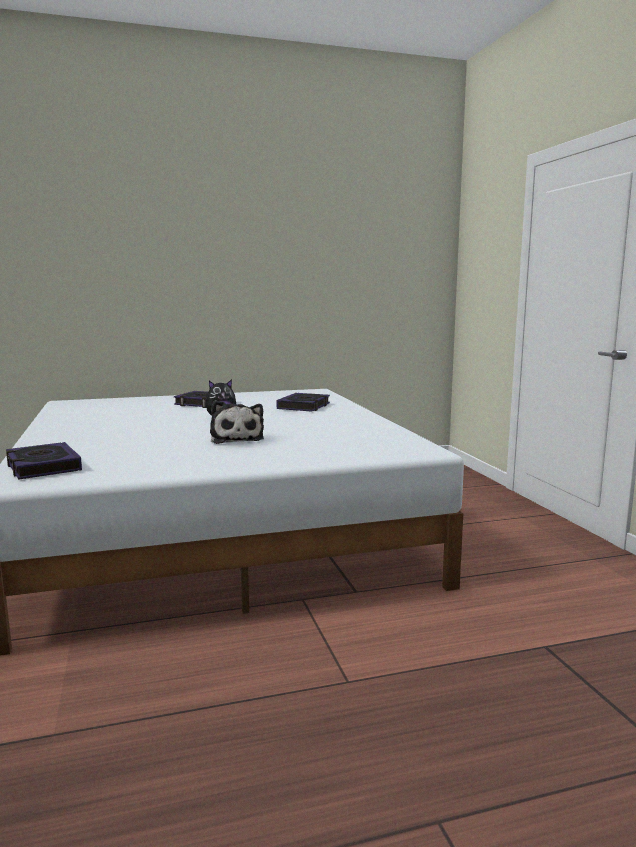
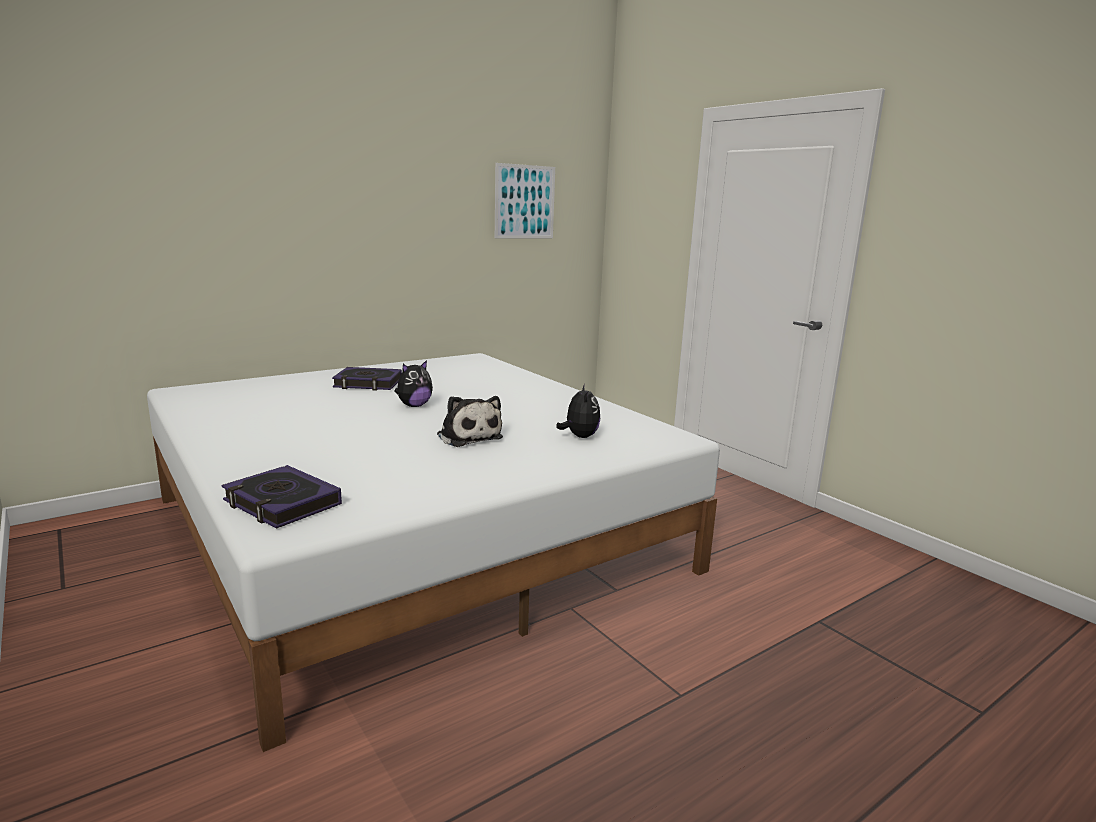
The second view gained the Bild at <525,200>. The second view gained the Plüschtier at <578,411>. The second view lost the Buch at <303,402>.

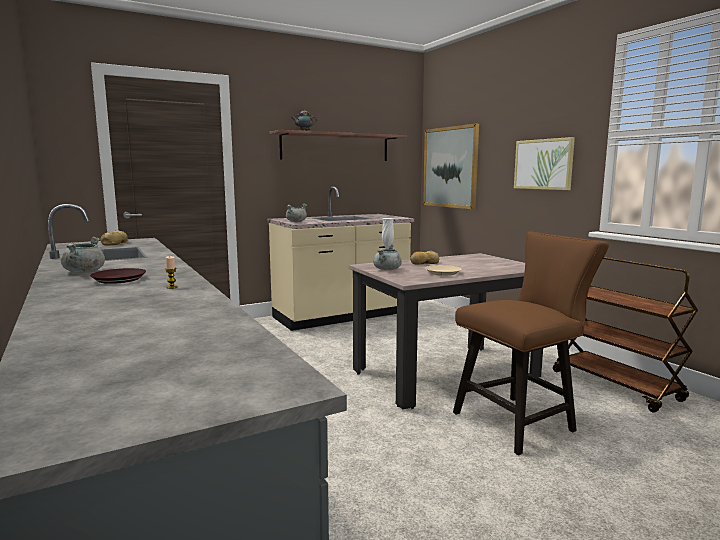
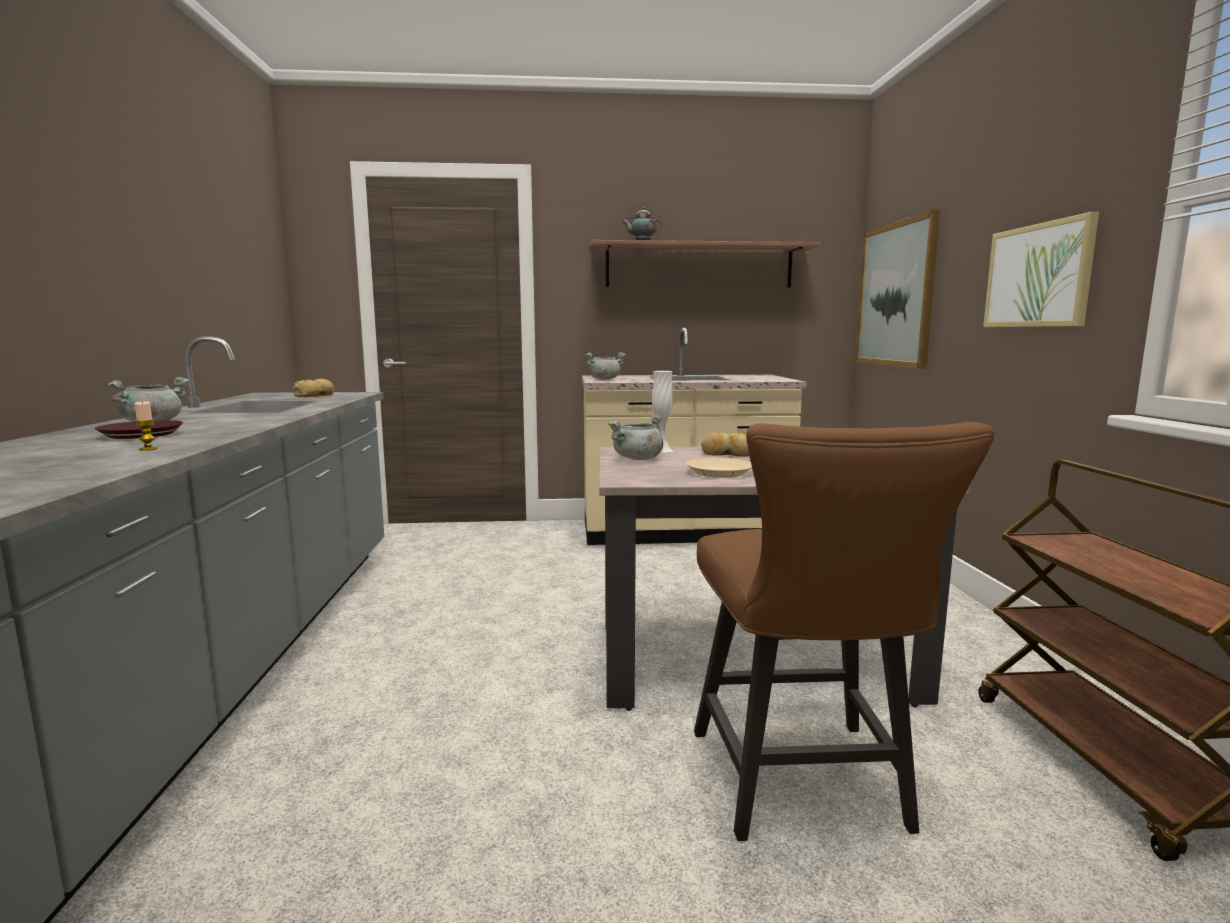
The Stuhl [braun] at <531,343> ended up facing another way, 90 degrees clockwise from before.

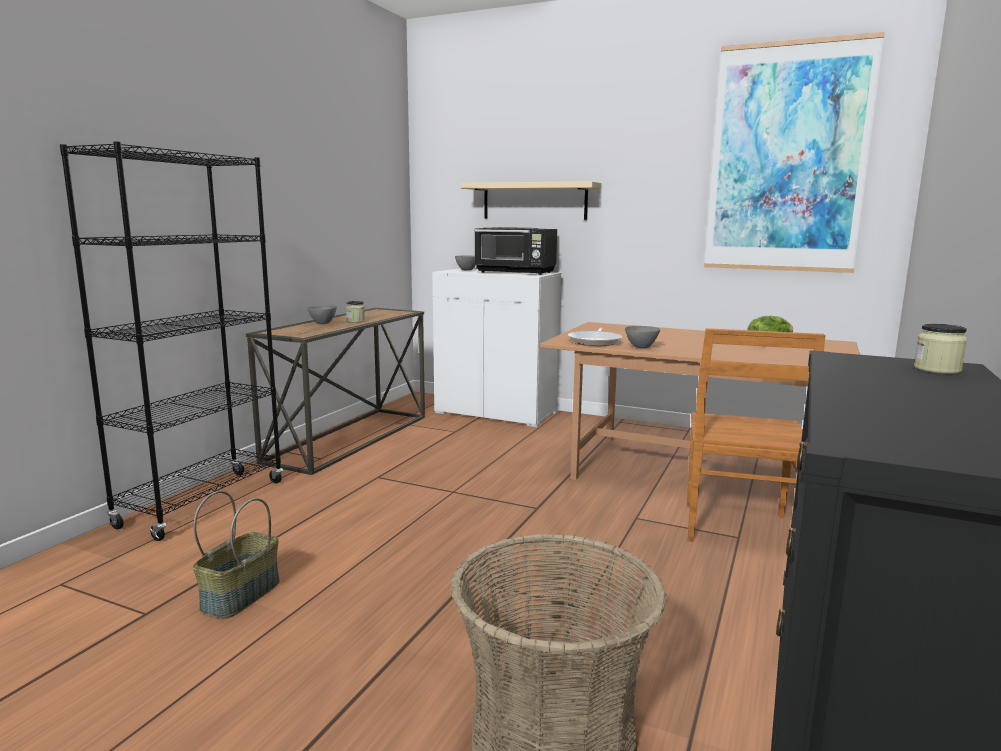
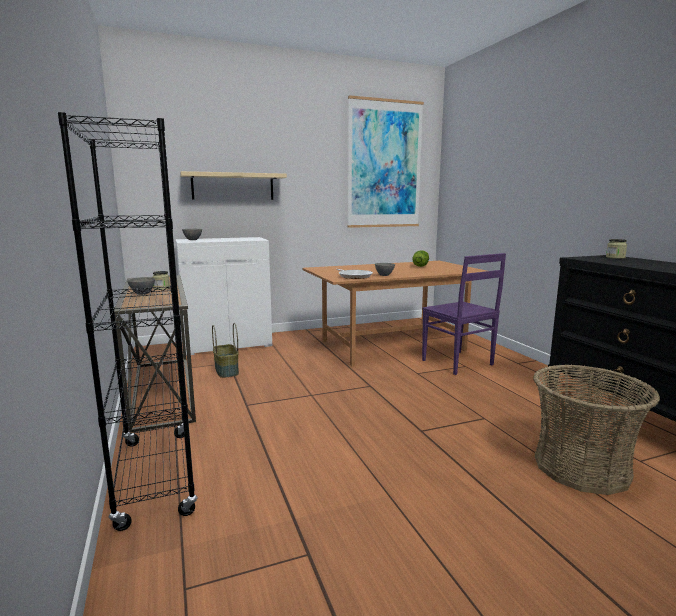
The Korb ended up elsewhere, having gone from <236,554> to <225,350>. What was the Stuhl [braun] at <756,435> turned into the Stuhl [lila] at <464,314>. The second view lost the Mikrowelle [schwarz] at <515,251>.

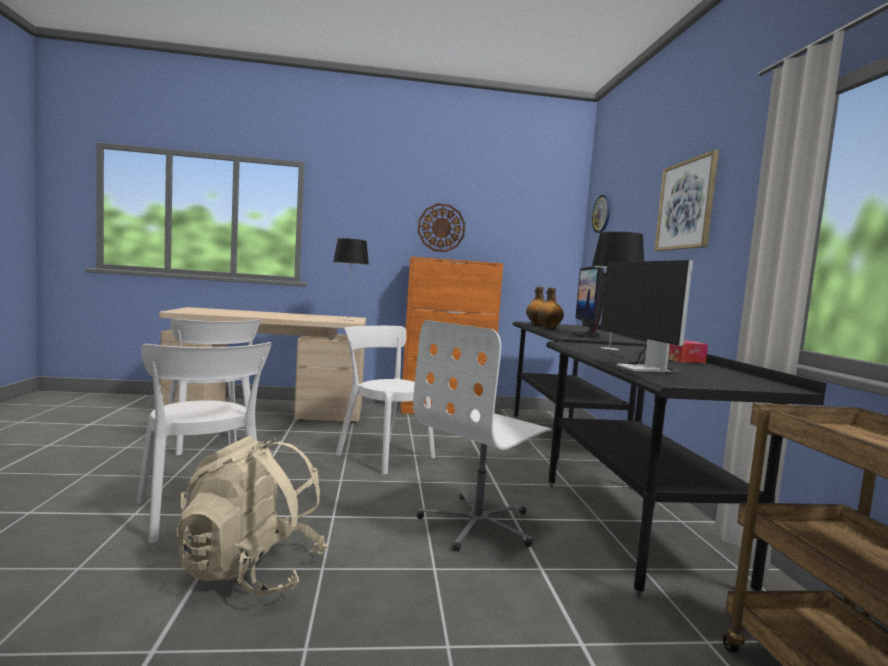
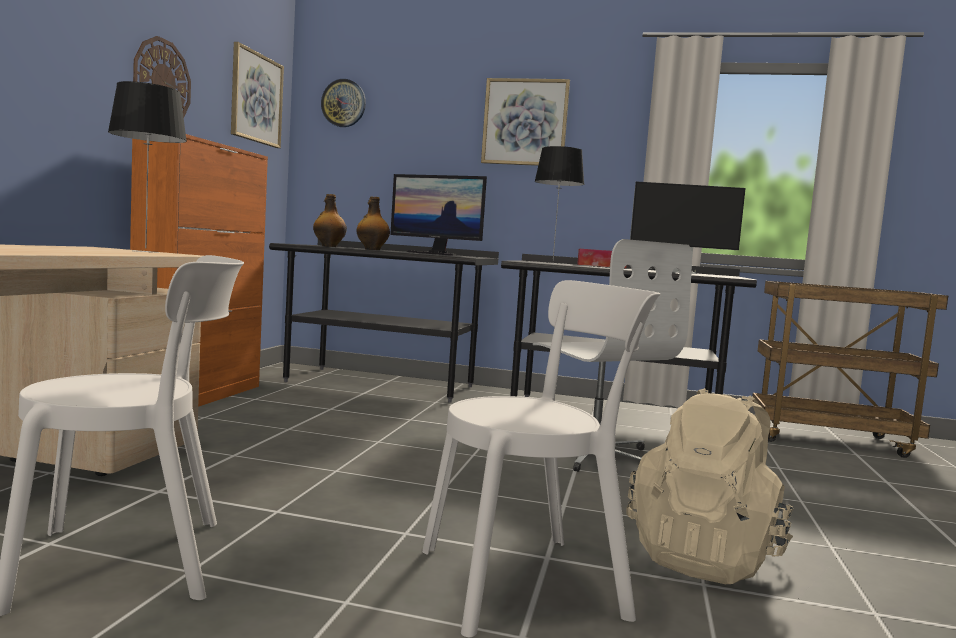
The second view gained the Bild at <257,95>. The second view lost the Stuhl [weiß] at <385,400>.

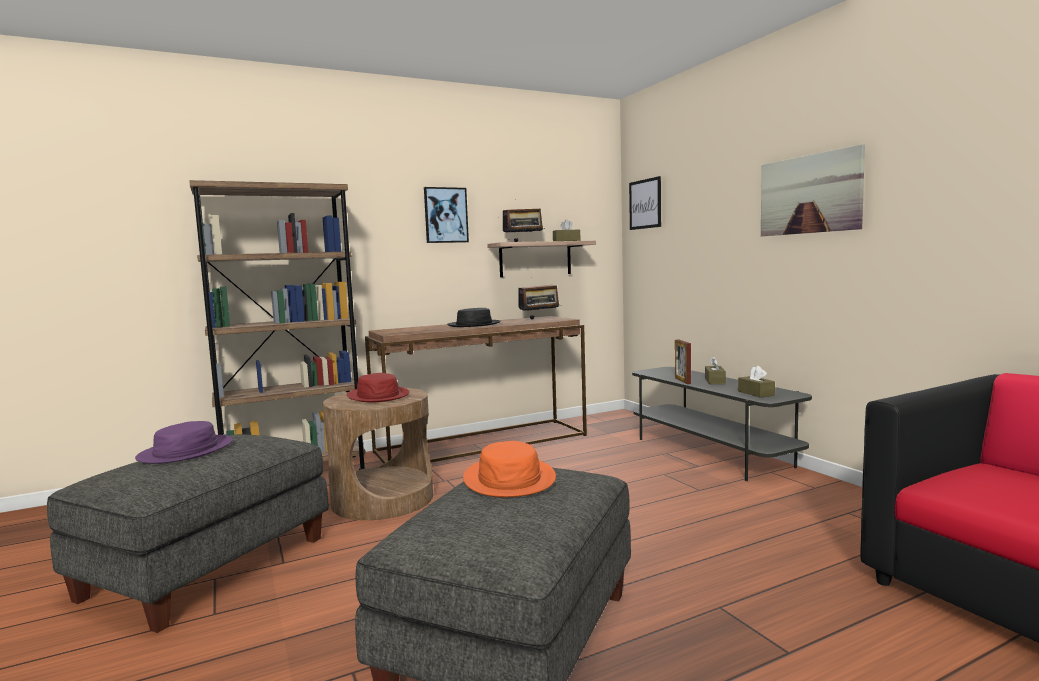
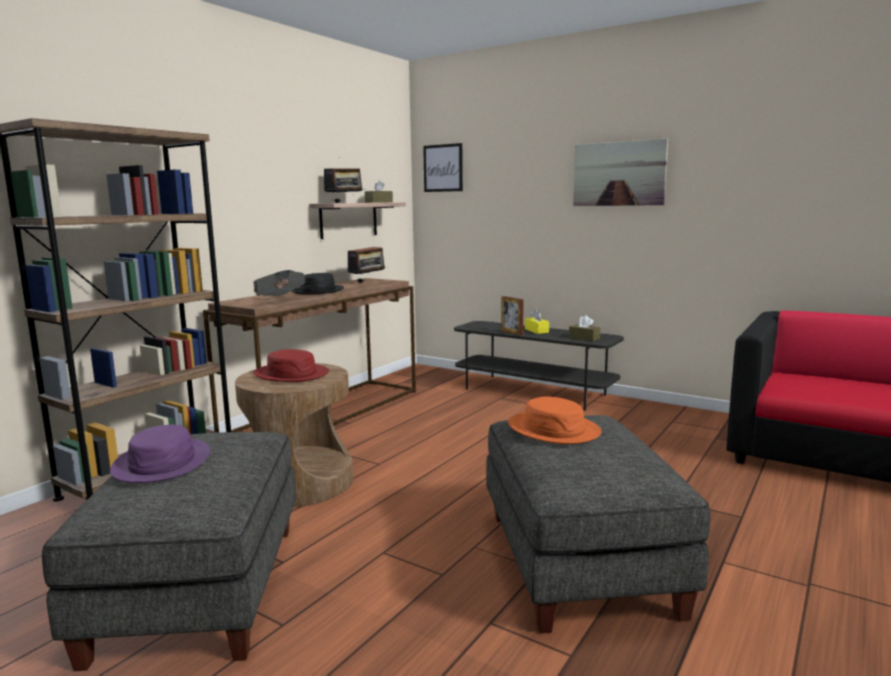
The second view gained the Zeitung at <279,283>. What was the Taschentuchbox [braun] at <715,370> turned into the Taschentuchbox [gelb] at <537,321>. The second view lost the Bild at <446,215>.

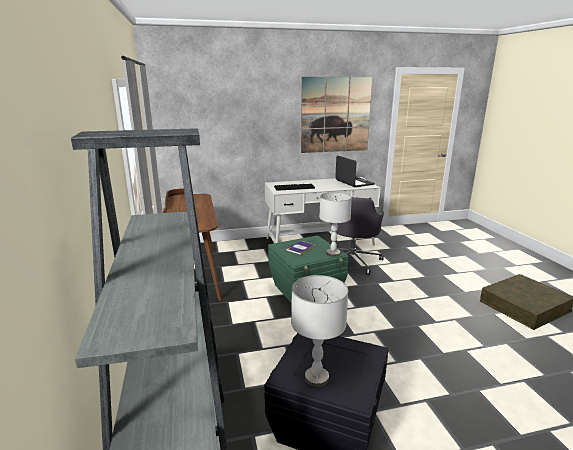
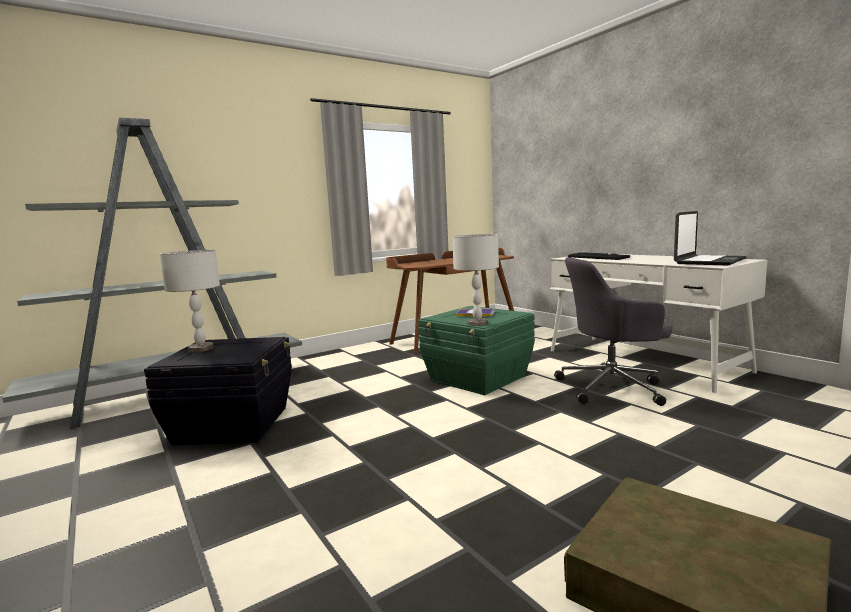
The second view lost the Bild at <337,115>.

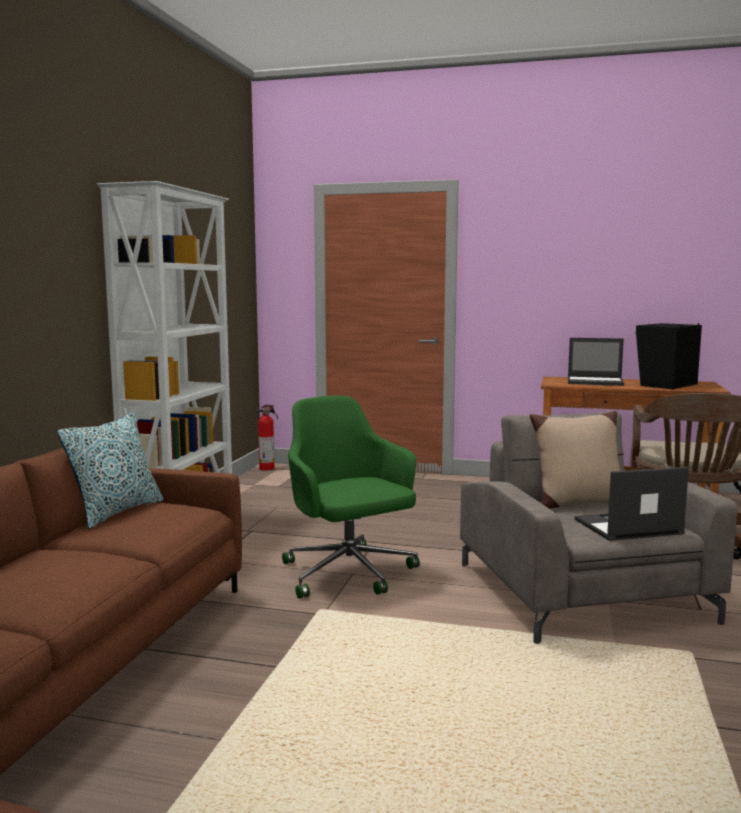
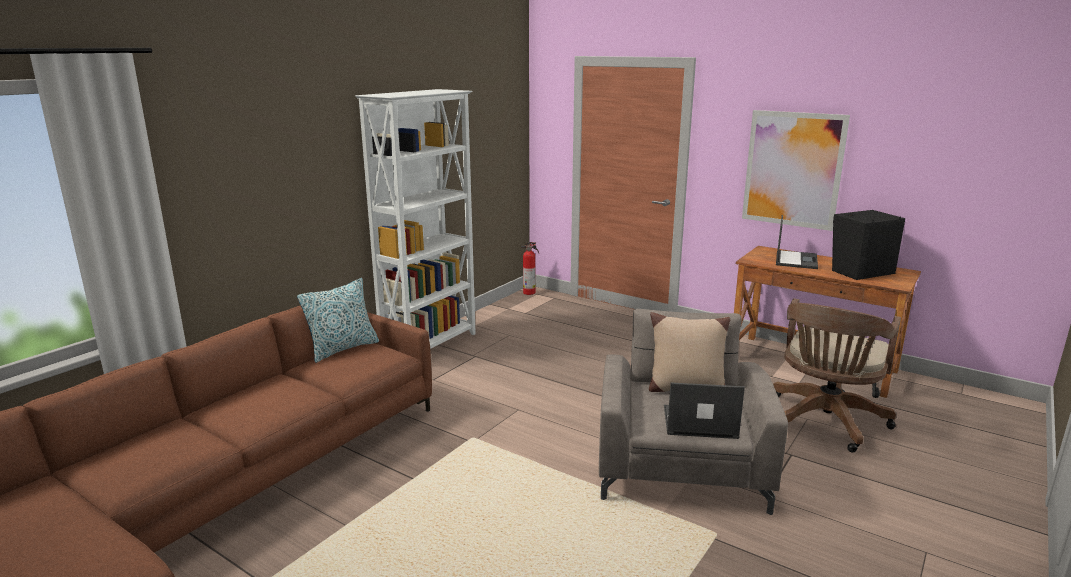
The second view gained the Bild at <796,170>. The Laptop at <596,362> ended up facing another way, 105 degrees counterclockwise from before. The second view lost the Bürostuhl [grün] at <351,497>.

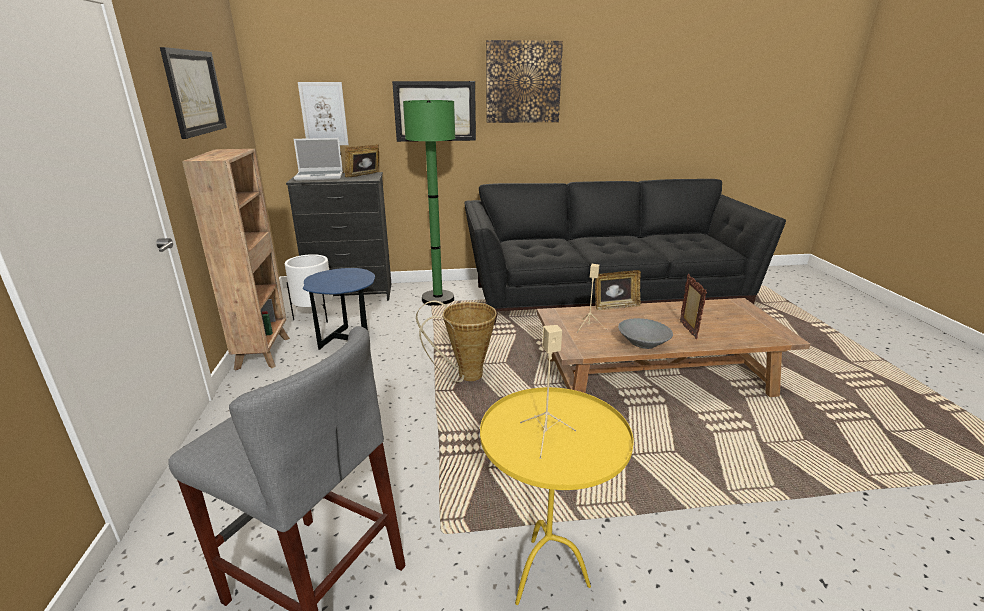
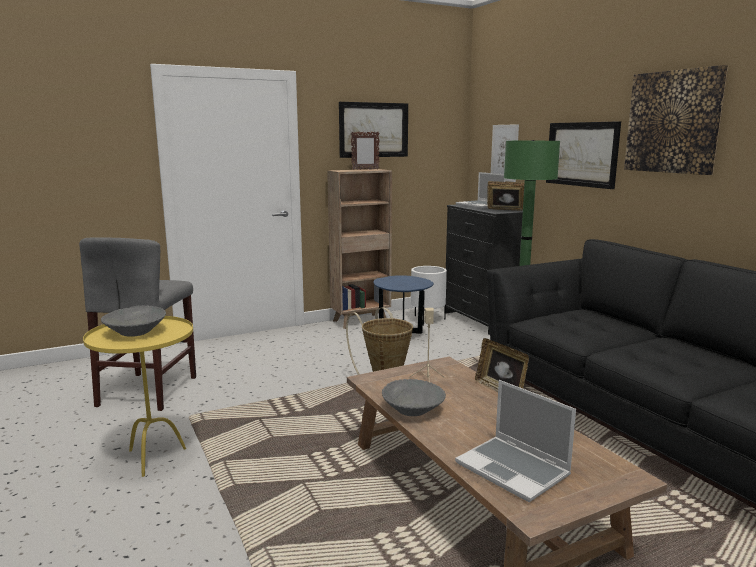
Where the Lautsprecher [beige] stood at <548,392>, the Schüssel [grau] came to stand at <133,321>. The Bilderrahmen ended up elsewhere, having gone from <693,306> to <365,151>. The second view gained the Laptop at <515,441>.

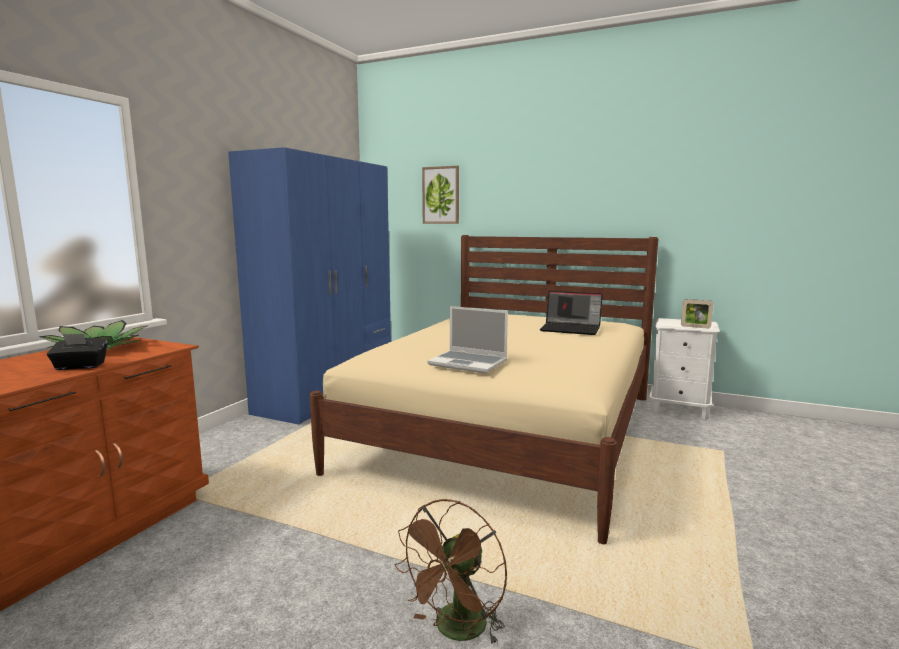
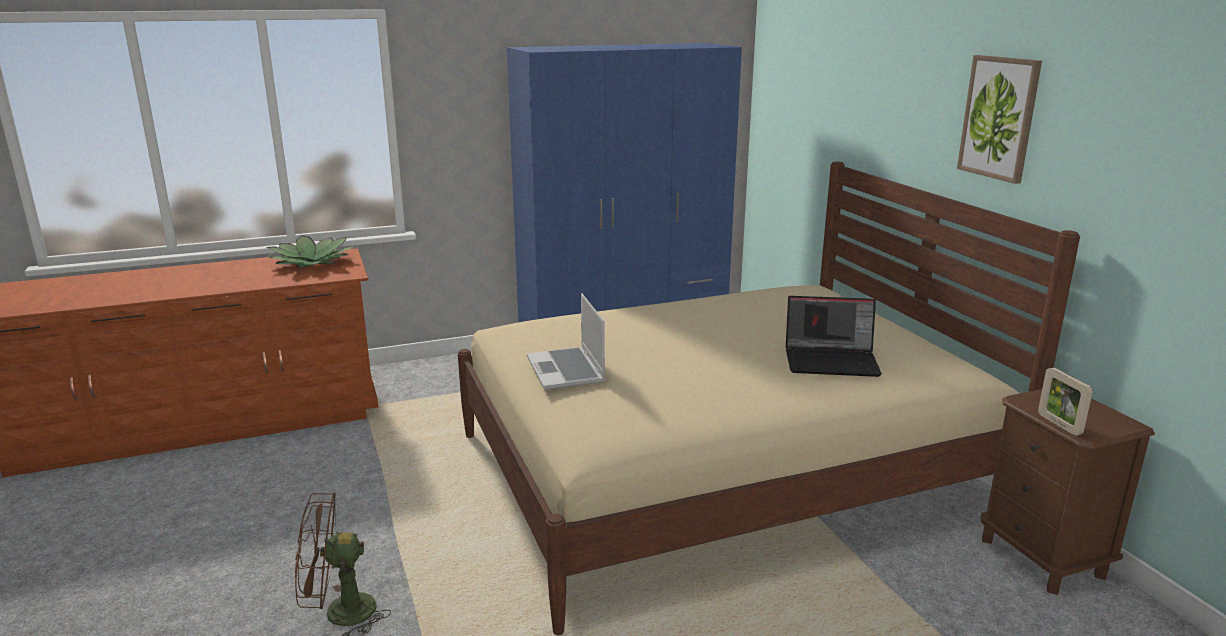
The Laptop at <571,313> ended up facing another way, 60 degrees counterclockwise from before. The Bild ended up elsewhere, having gone from <440,195> to <999,119>. What was the Nachttisch [weiß] at <684,368> turned into the Nachttisch [braun] at <1068,492>. The second view lost the Taschentuchbox [schwarz] at <77,352>.

